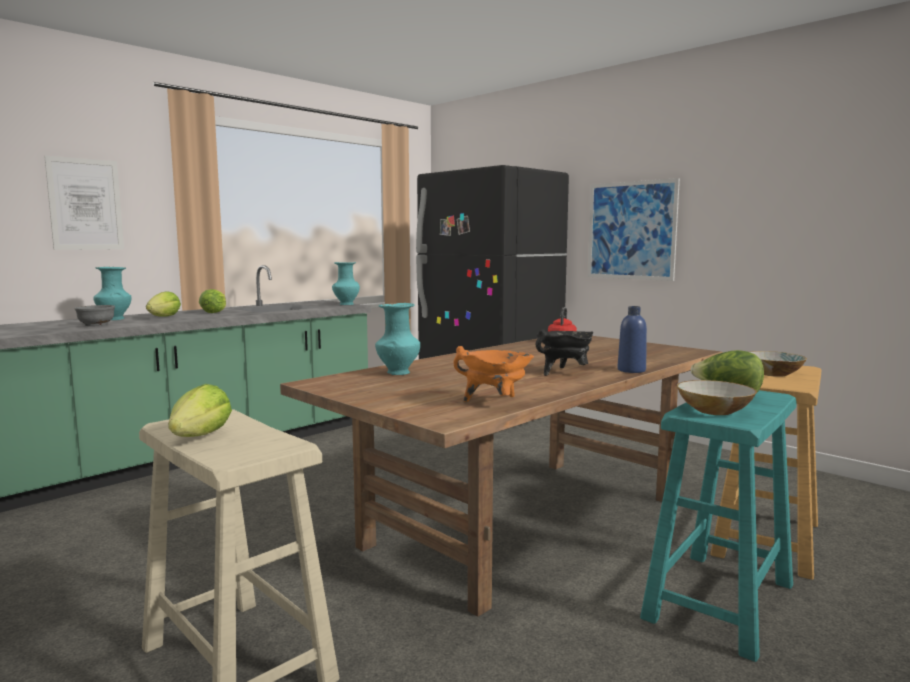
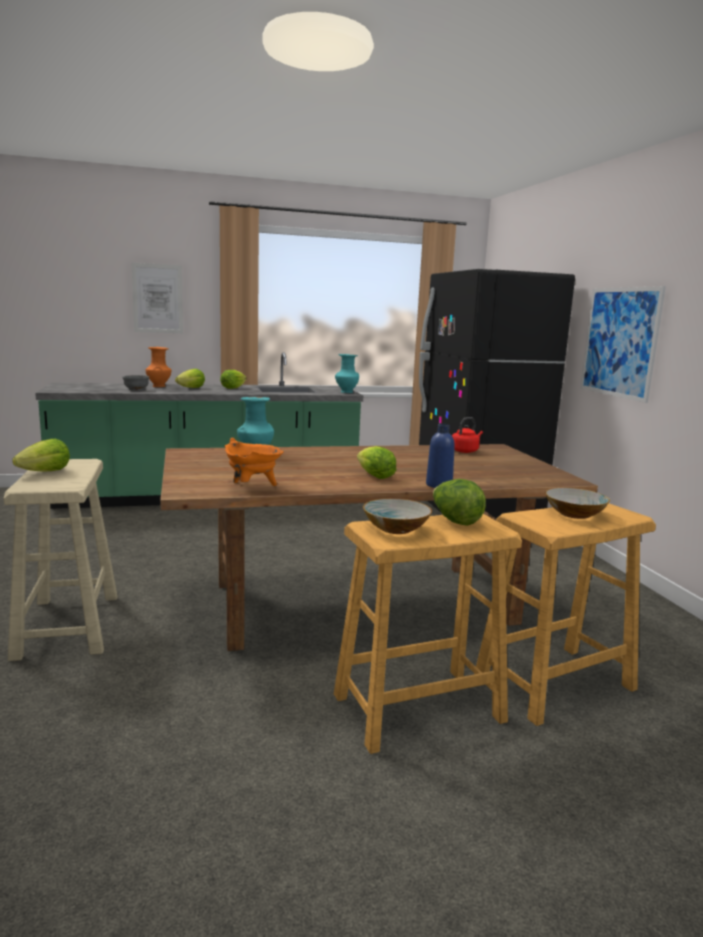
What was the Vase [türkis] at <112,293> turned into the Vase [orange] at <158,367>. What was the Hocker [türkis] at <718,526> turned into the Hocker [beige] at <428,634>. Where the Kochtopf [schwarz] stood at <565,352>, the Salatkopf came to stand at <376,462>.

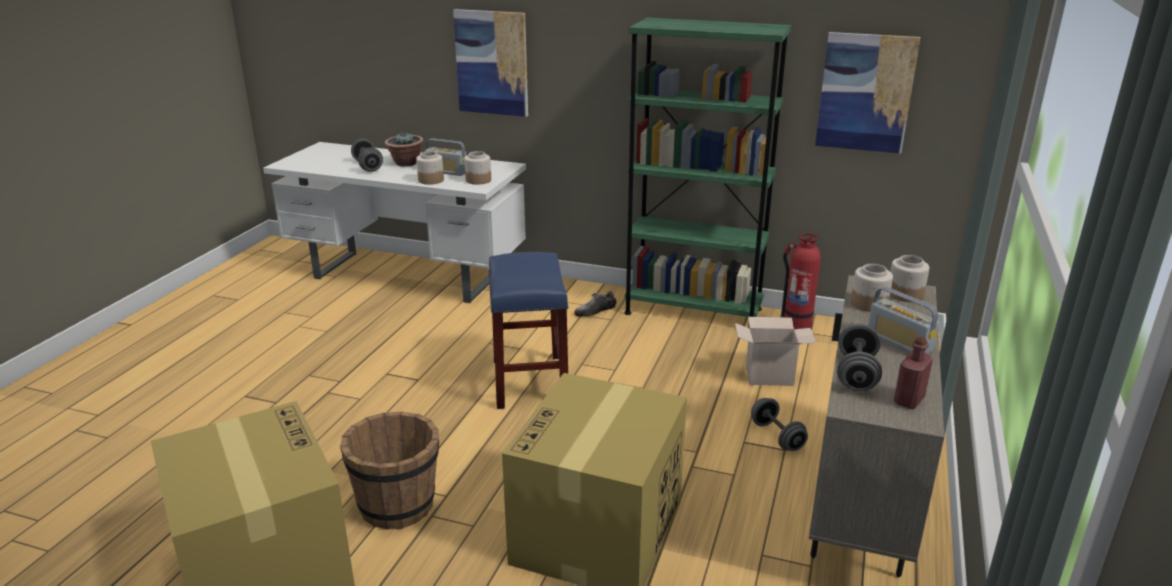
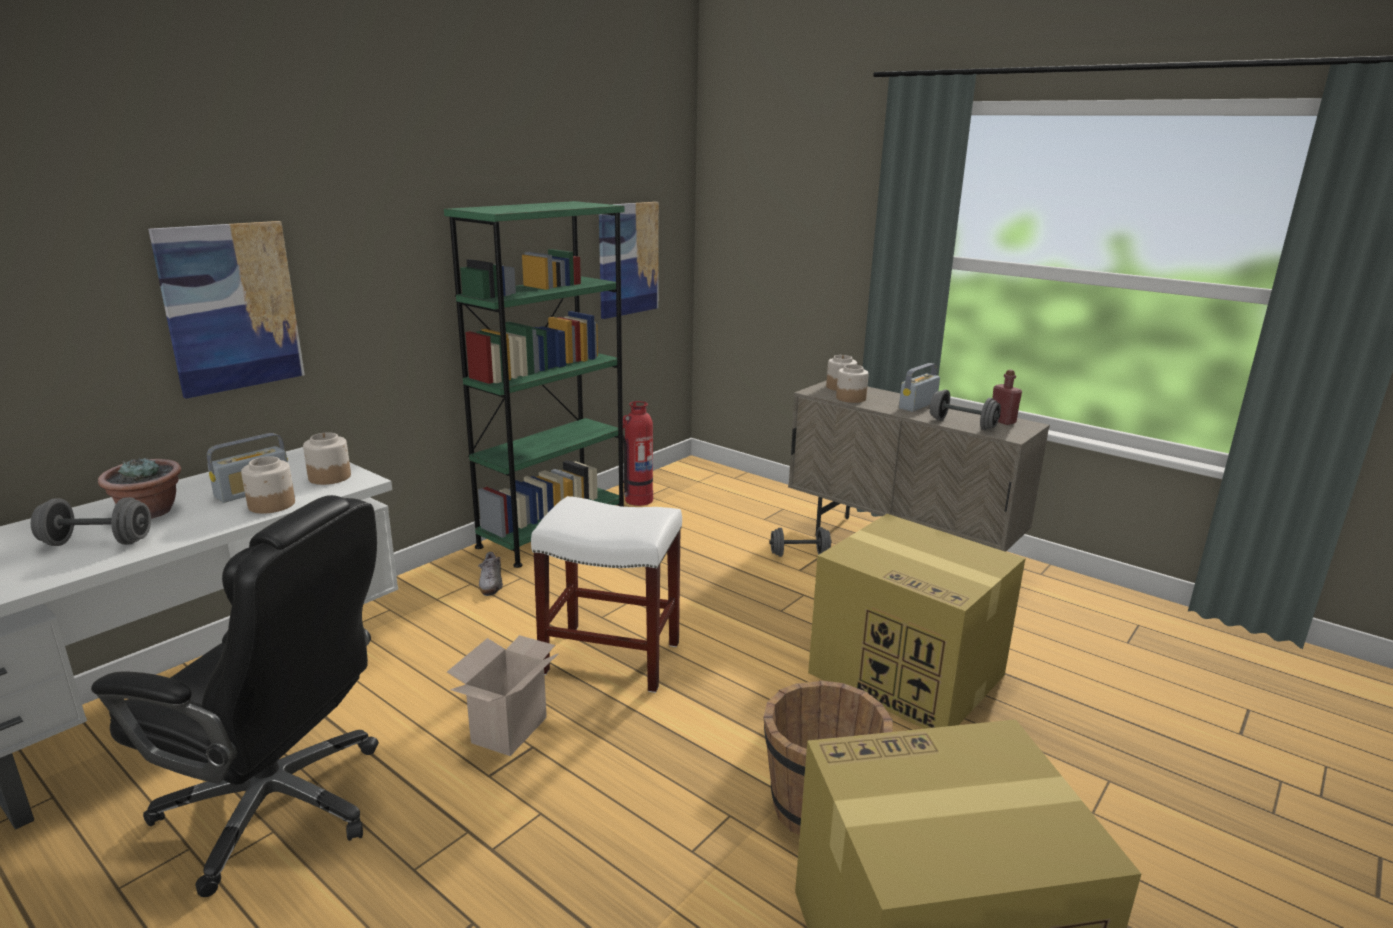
The second view gained the Bürostuhl [schwarz] at <235,696>. The Karton ended up elsewhere, having gone from <775,351> to <503,695>. What was the Hocker [blau] at <528,330> turned into the Hocker [weiß] at <606,594>. The Radio at <903,320> ended up facing another way, 150 degrees clockwise from before.

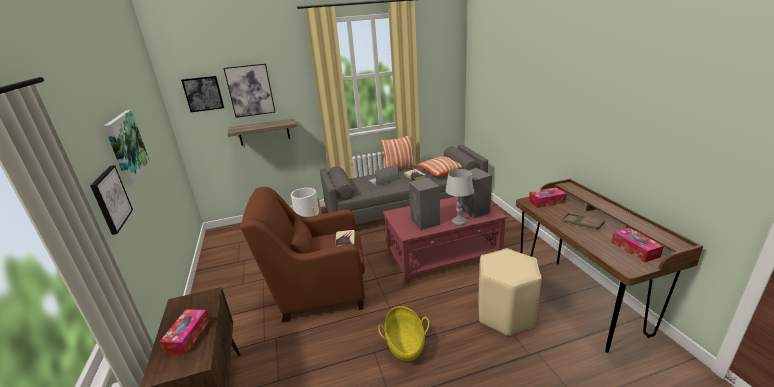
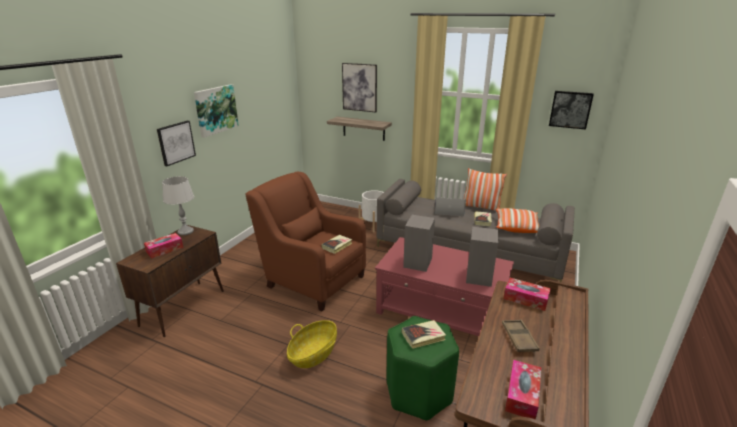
The Tischlampe [grau] ended up elsewhere, having gone from <459,197> to <178,205>. What was the Hocker [beige] at <510,292> turned into the Hocker [grün] at <422,368>. The second view gained the Buch at <424,334>. The Bild ended up elsewhere, having gone from <202,94> to <571,110>.

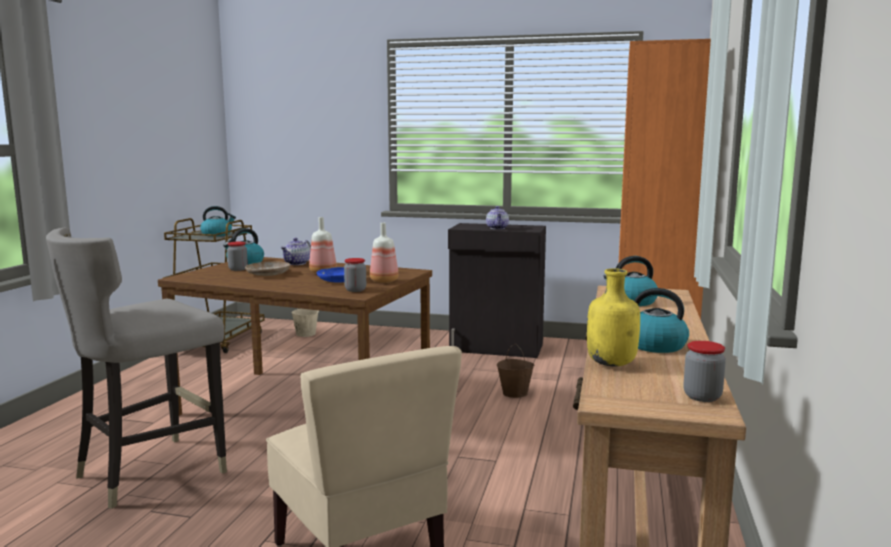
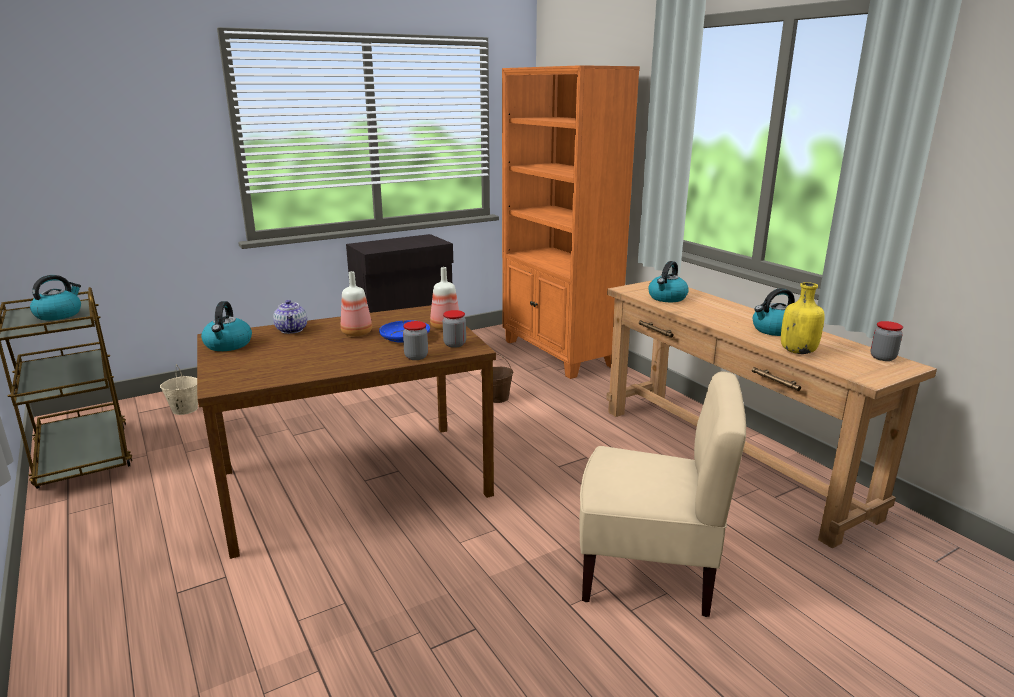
The Vorratsglas ended up elsewhere, having gone from <237,256> to <415,340>. The second view lost the Hocker [grau] at <136,368>. The second view lost the Teller [beige] at <267,268>. The second view lost the Teekanne at <497,217>.

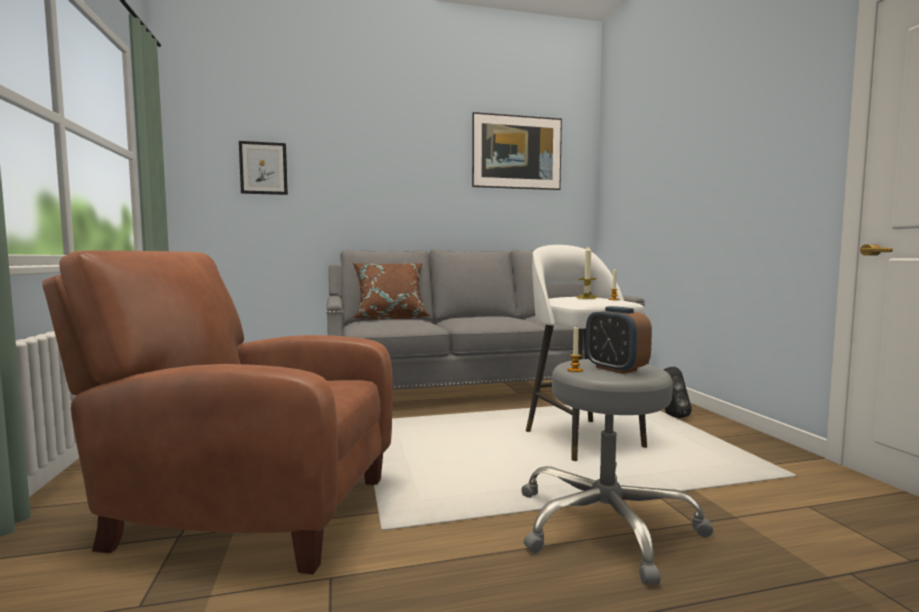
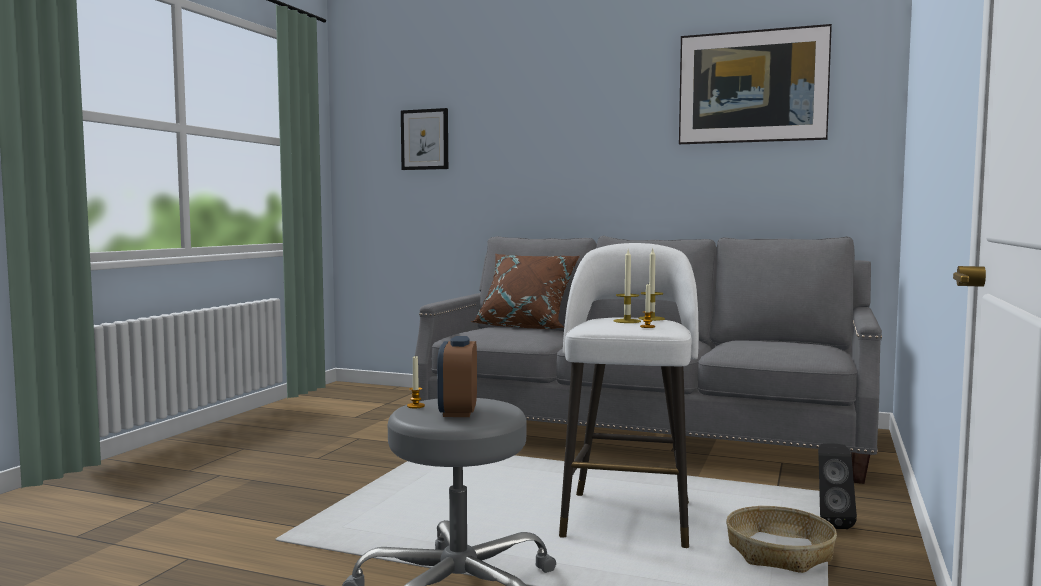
The second view gained the Korb at <781,539>. The second view lost the Sessel [braun] at <217,412>.

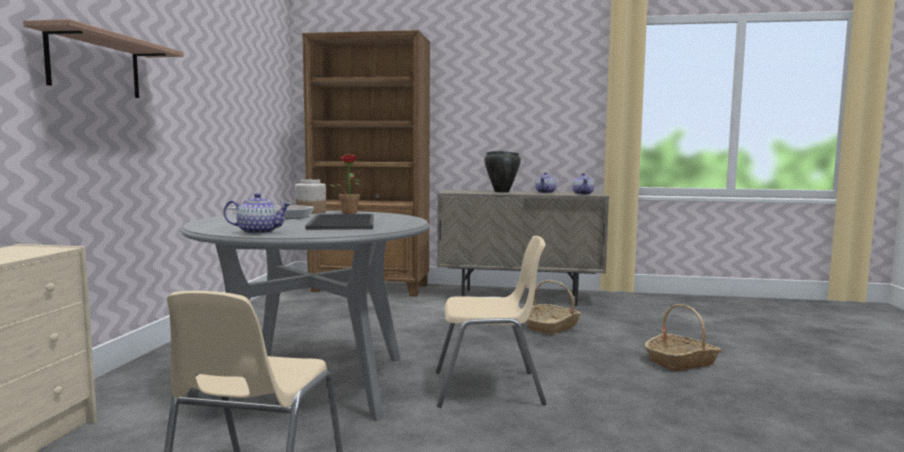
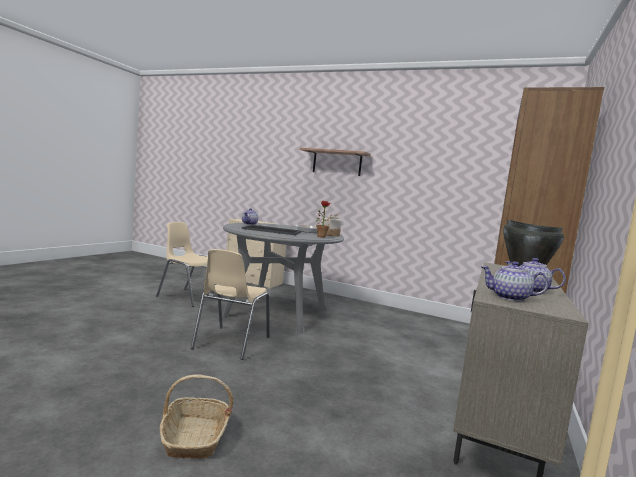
The second view lost the Korb at <554,307>.

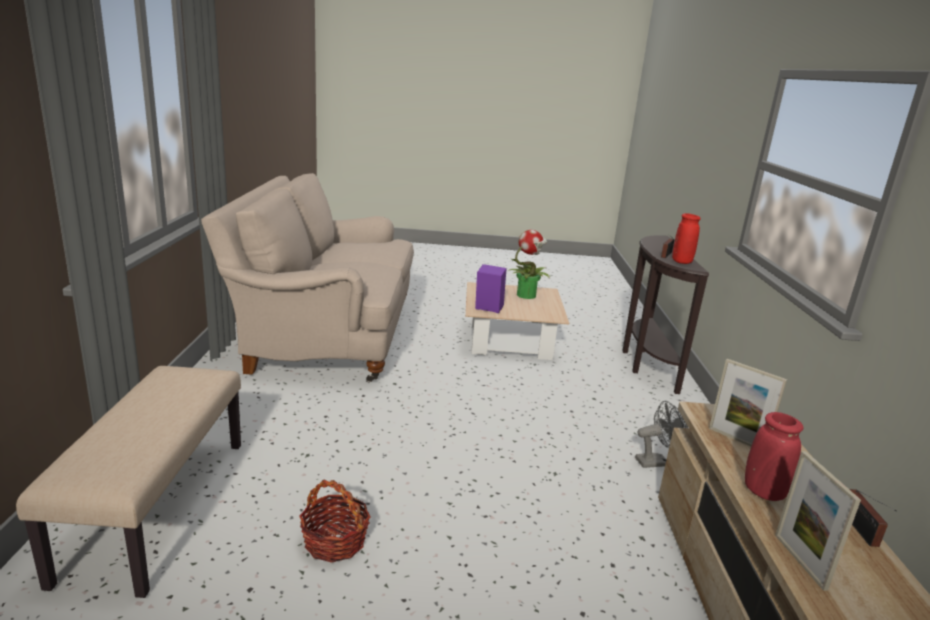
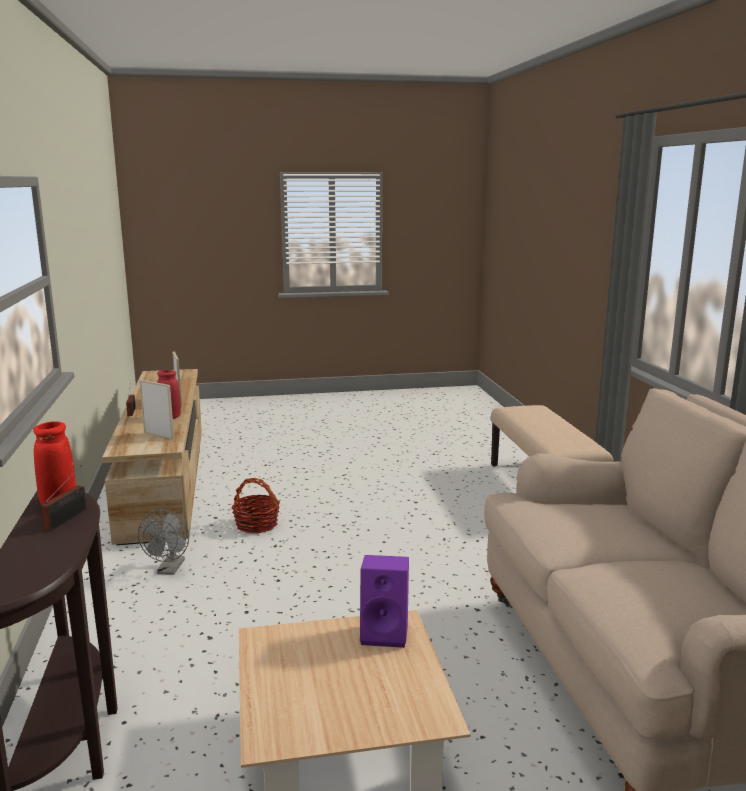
The Ventilator [grau] at <661,434> ended up facing another way, 60 degrees counterclockwise from before. The Korb ended up elsewhere, having gone from <335,521> to <255,506>. The second view lost the Topfpflanze at <530,264>.

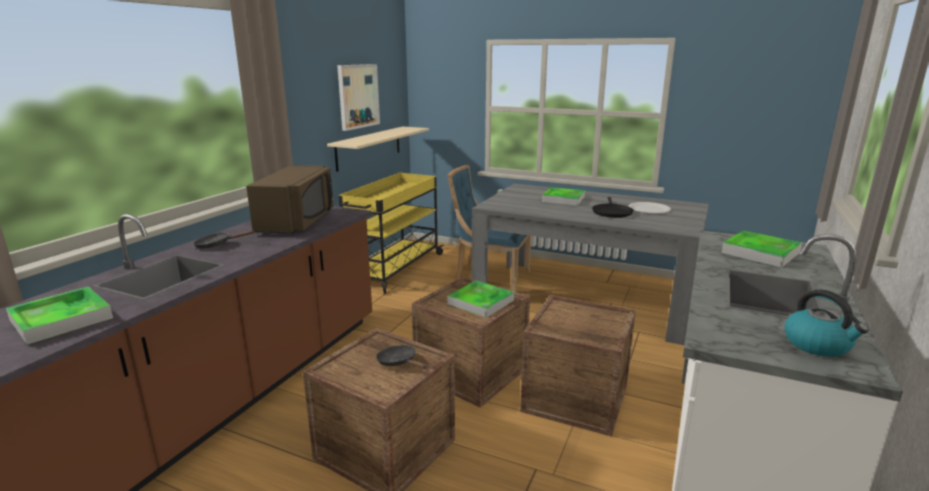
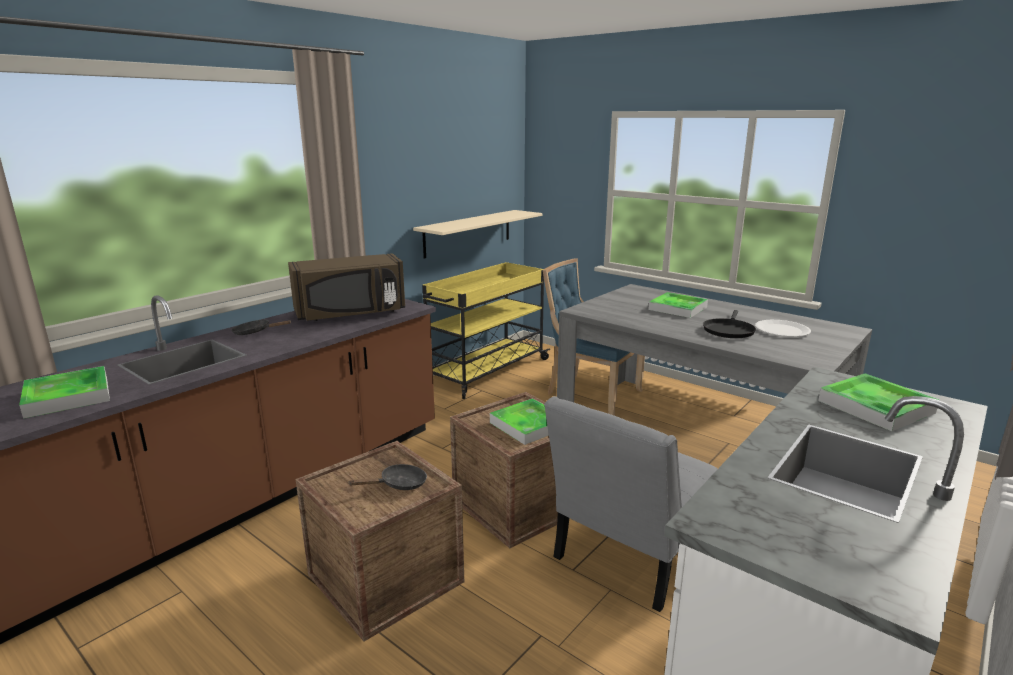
The Mikrowelle [braun] at <290,199> ended up facing another way, 45 degrees clockwise from before. The Pfanne [schwarz] at <402,357> ended up facing another way, 90 degrees clockwise from before. Where the Kiste stood at <578,365>, the Stuhl [grau] came to stand at <631,504>. The second view lost the Bild at <358,97>. The second view lost the Wasserkessel at <827,323>.

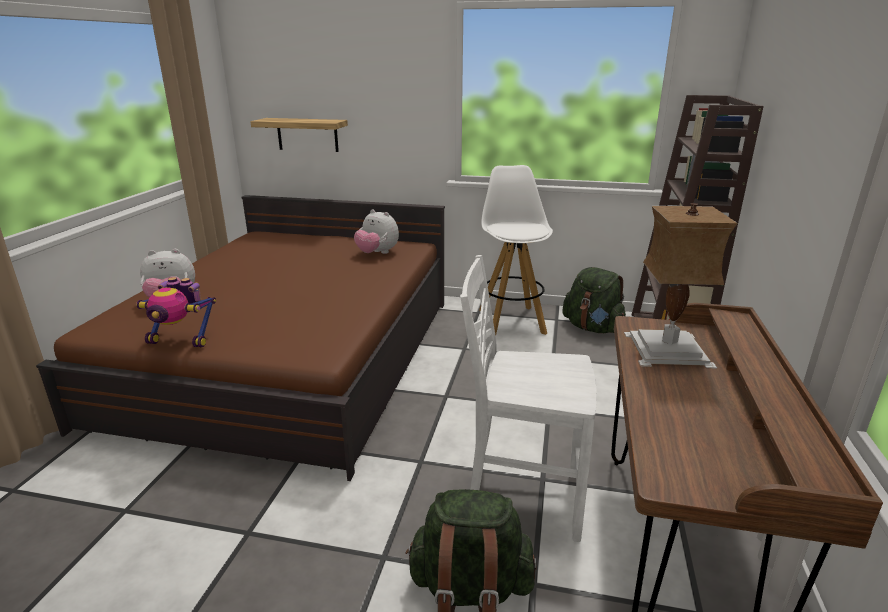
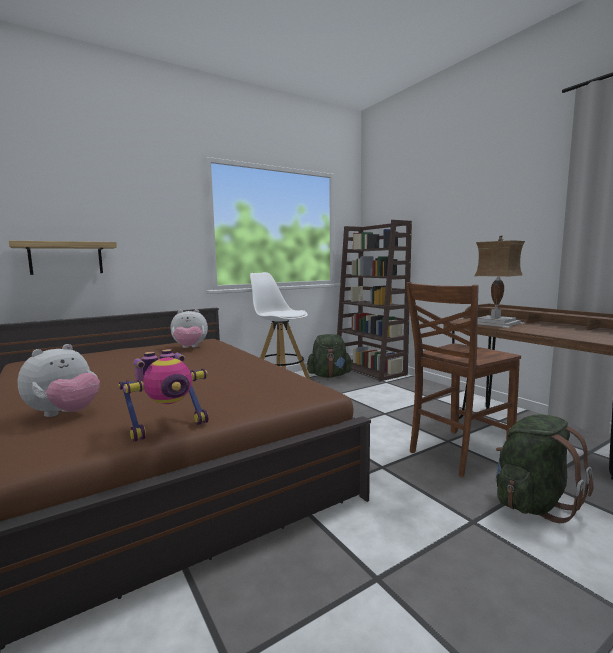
What was the Stuhl [weiß] at <528,398> turned into the Stuhl [braun] at <463,379>.

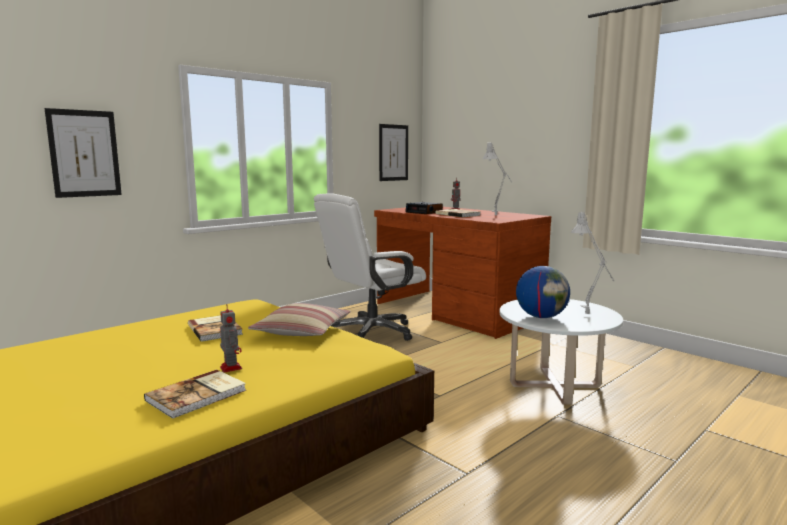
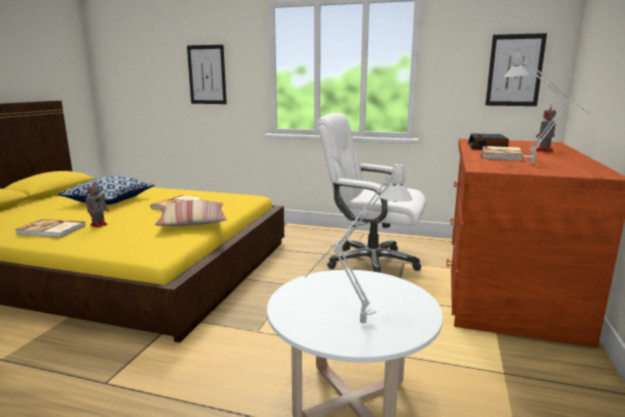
The second view gained the Kissen at <106,190>. The second view lost the Globus at <543,292>.

